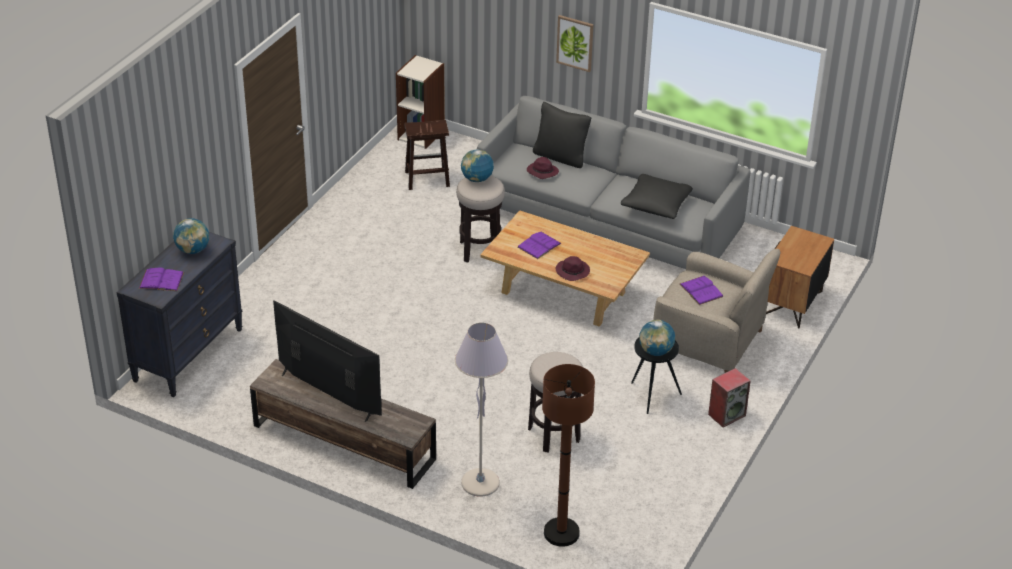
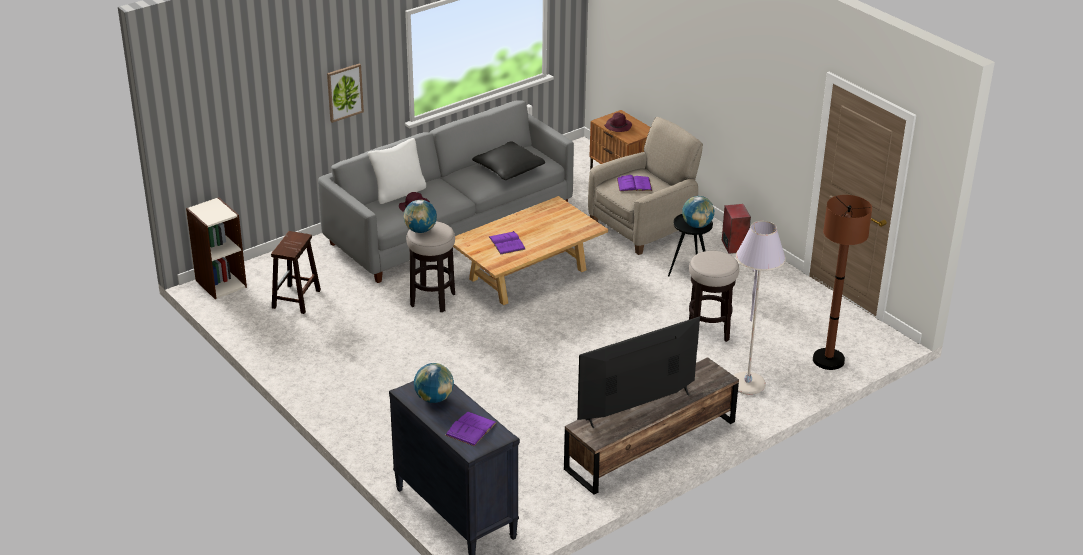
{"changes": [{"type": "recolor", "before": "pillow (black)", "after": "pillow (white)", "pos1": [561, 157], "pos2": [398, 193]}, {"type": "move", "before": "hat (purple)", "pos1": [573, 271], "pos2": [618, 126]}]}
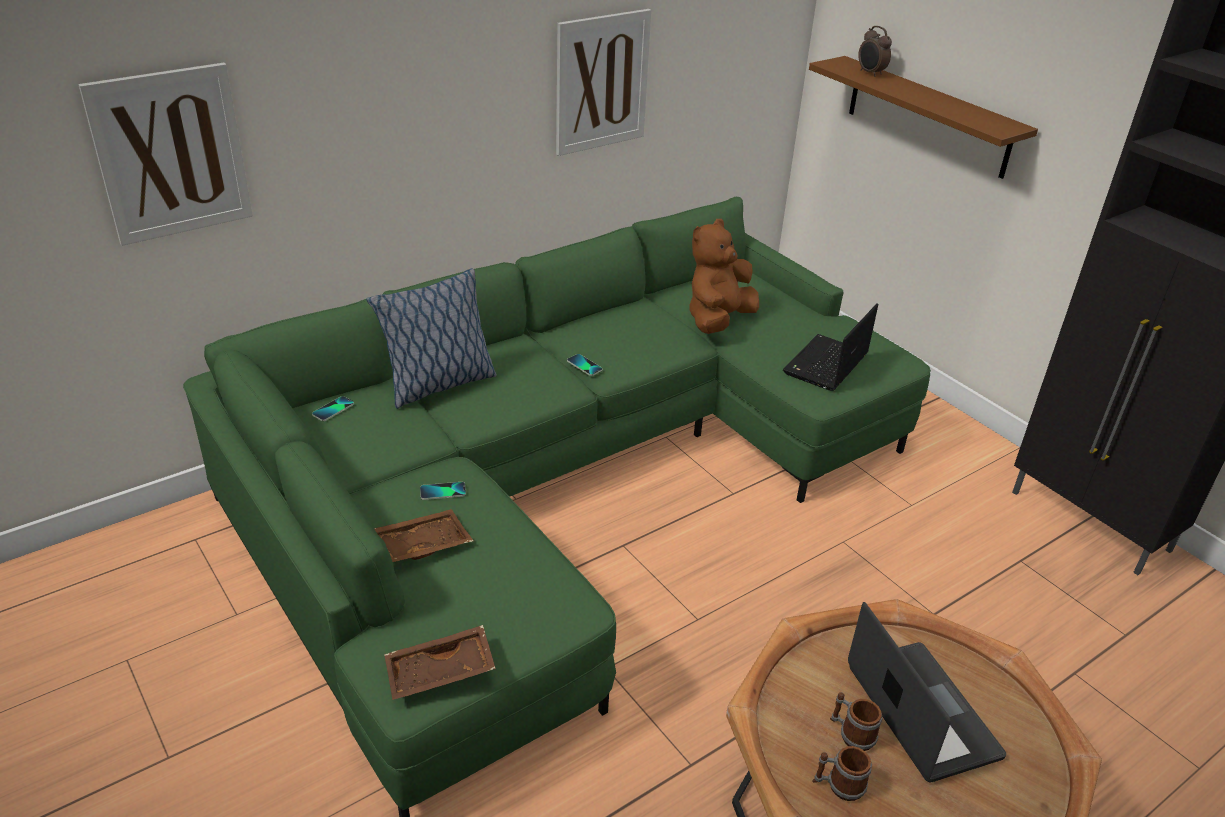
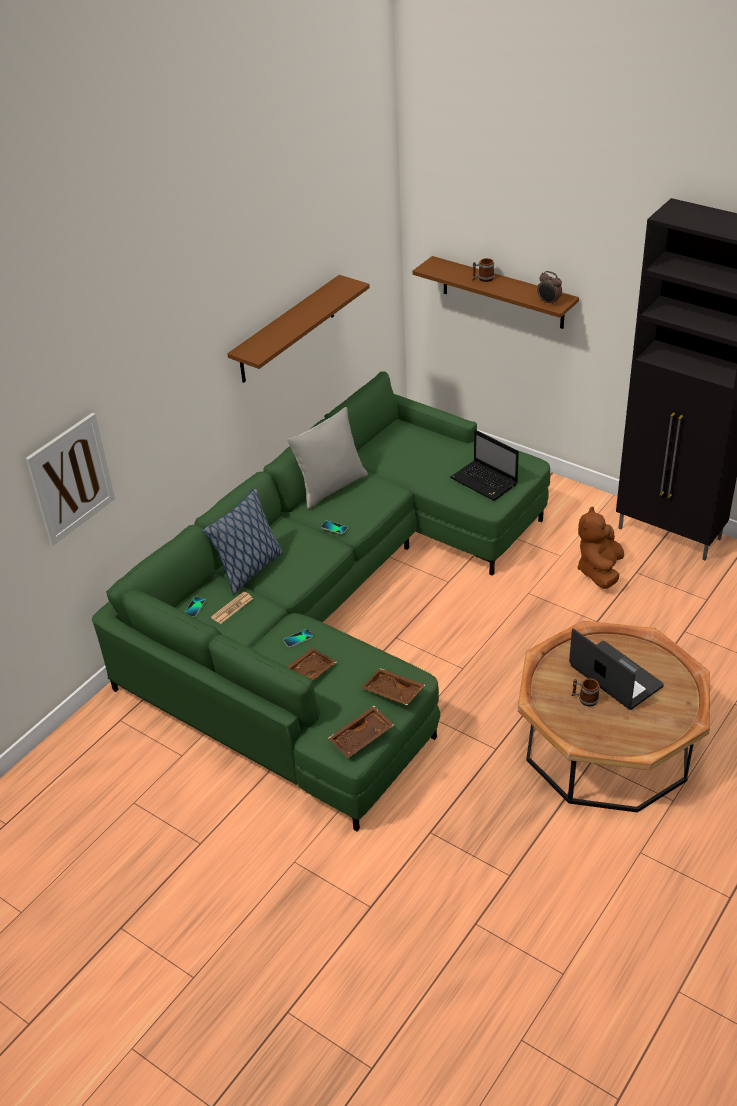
{"changes": [{"type": "replace", "before": "picture", "after": "shelf (brown)", "pos1": [601, 82], "pos2": [287, 330]}, {"type": "move", "before": "alarm clock", "pos1": [870, 73], "pos2": [548, 302]}, {"type": "move", "before": "plush toy (brown)", "pos1": [718, 320], "pos2": [599, 571]}, {"type": "rotate", "before": "laptop", "pos1": [825, 365], "pos2": [485, 482], "turn": -60}, {"type": "move", "before": "mug", "pos1": [838, 785], "pos2": [483, 279]}, {"type": "insert", "after": "pillow (grey)", "pos2": [330, 487]}, {"type": "insert", "after": "newspaper", "pos2": [232, 608]}, {"type": "insert", "after": "tray (brown)", "pos2": [392, 693]}]}
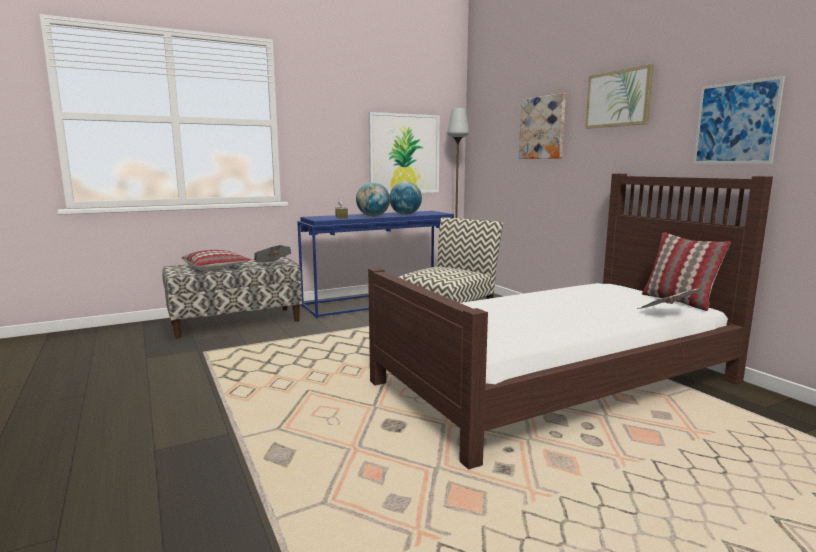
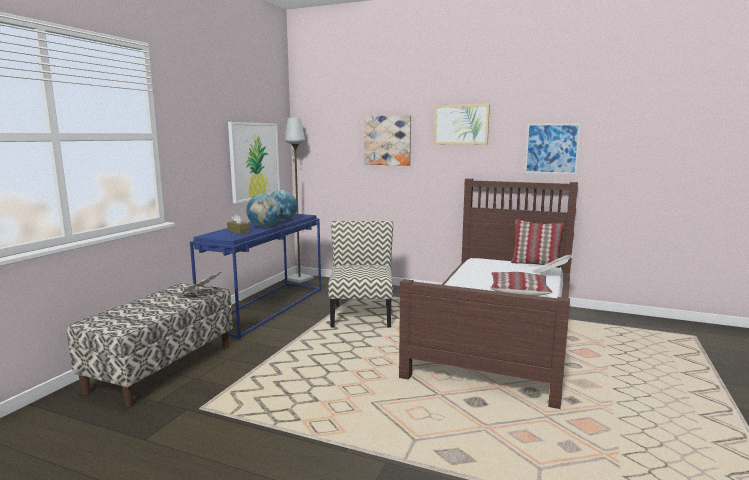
{"changes": [{"type": "move", "before": "pillow", "pos1": [216, 267], "pos2": [518, 291]}]}
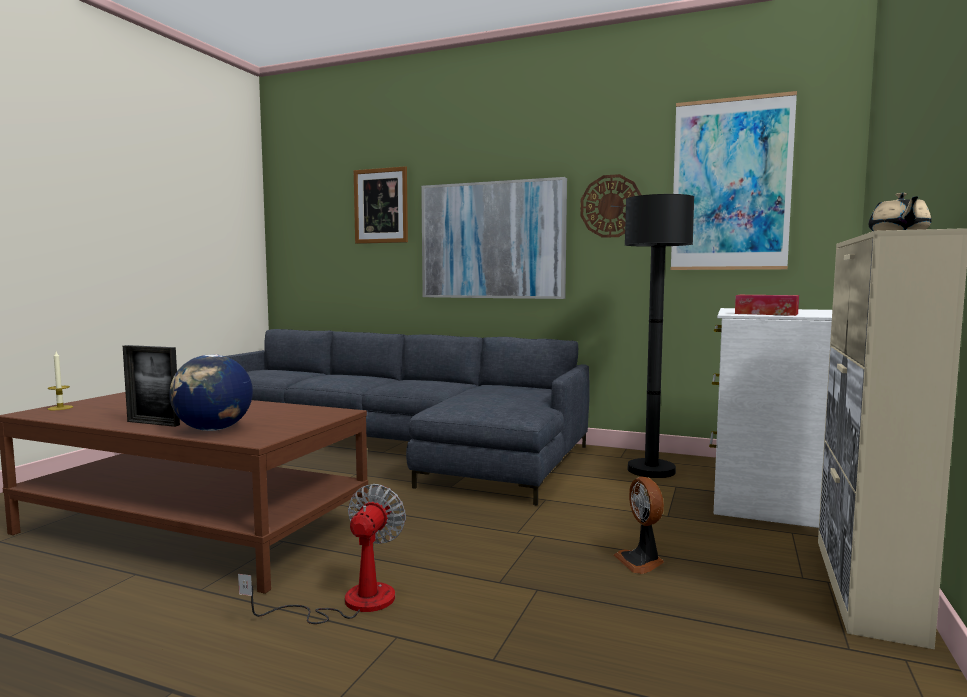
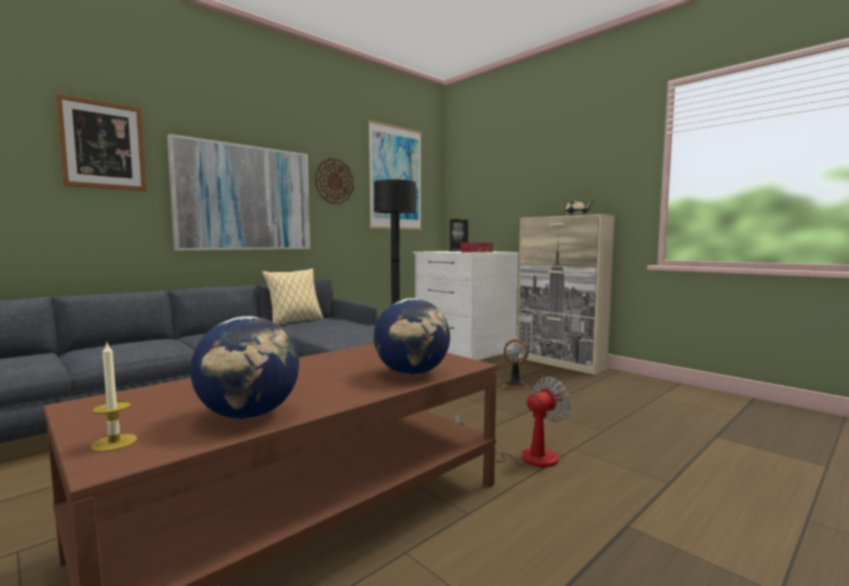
{"changes": [{"type": "move", "before": "picture frame", "pos1": [153, 423], "pos2": [458, 251]}, {"type": "rotate", "before": "fan", "pos1": [350, 603], "pos2": [525, 456], "turn": 105}, {"type": "insert", "after": "pillow", "pos2": [295, 322]}, {"type": "insert", "after": "globe", "pos2": [249, 415]}]}
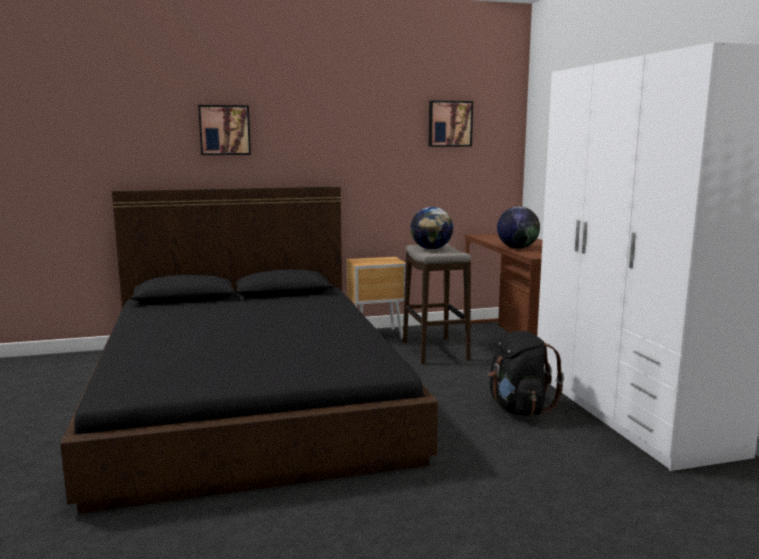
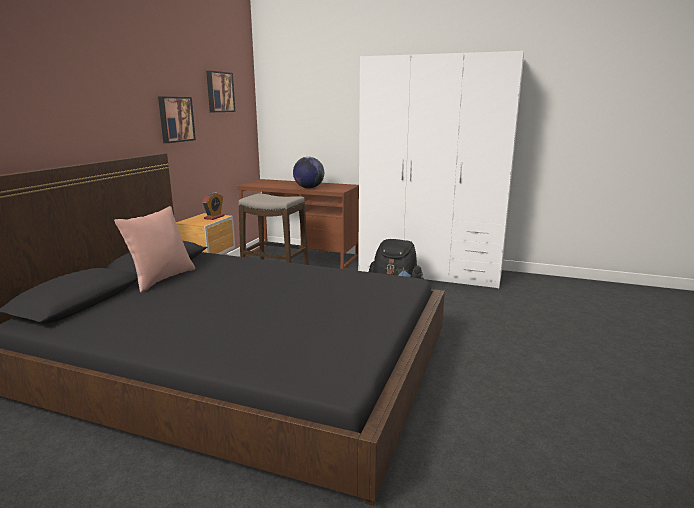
{"changes": [{"type": "move", "before": "picture", "pos1": [224, 130], "pos2": [175, 119]}, {"type": "delete", "before": "globe", "pos1": [431, 249]}, {"type": "insert", "after": "alarm clock", "pos2": [214, 217]}, {"type": "insert", "after": "pillow (pink)", "pos2": [161, 279]}]}
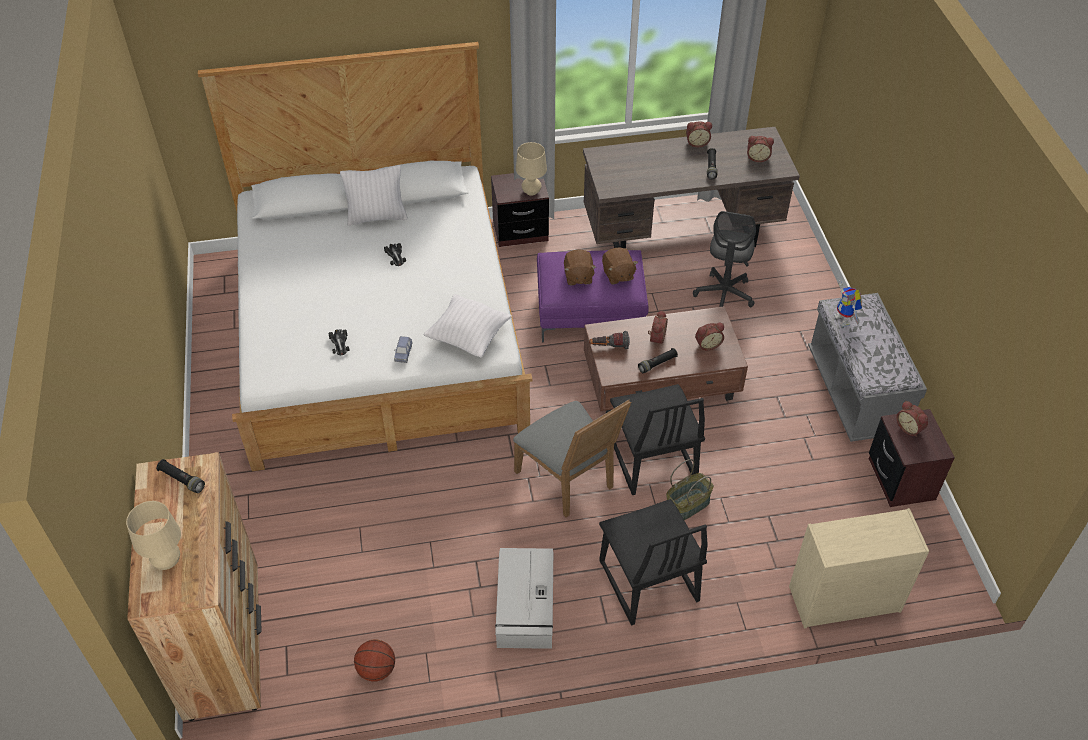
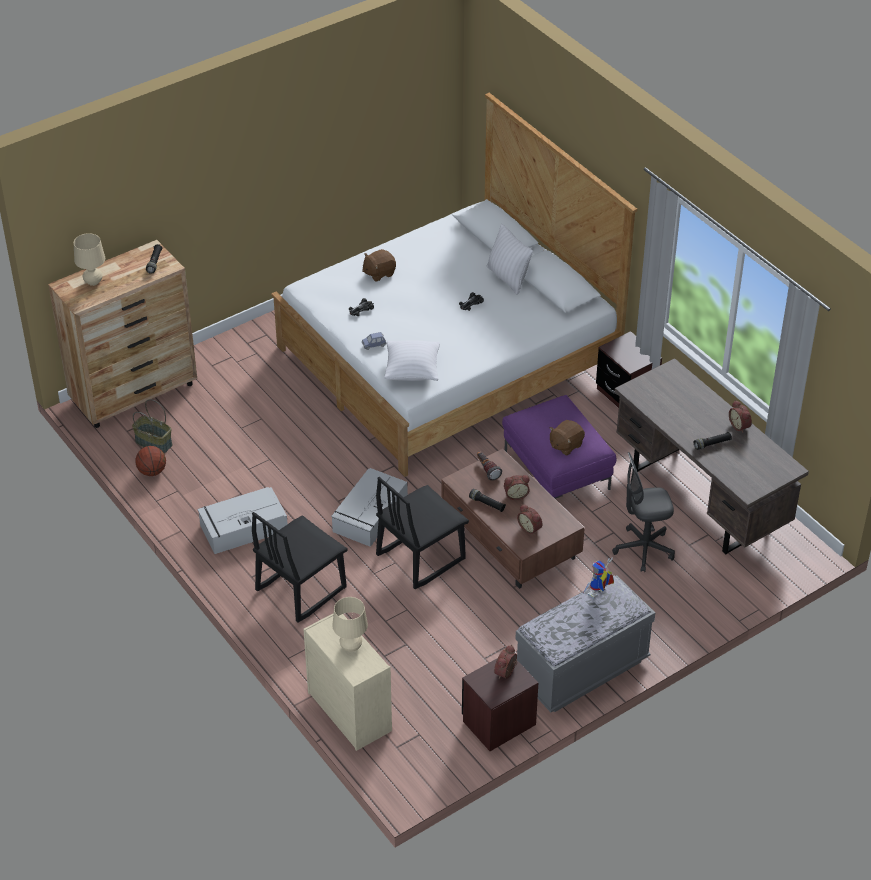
{"changes": [{"type": "delete", "before": "alarm clock", "pos1": [758, 157]}, {"type": "move", "before": "table lamp (beige)", "pos1": [531, 192], "pos2": [351, 647]}, {"type": "move", "before": "plush toy (brown)", "pos1": [578, 277], "pos2": [379, 273]}, {"type": "replace", "before": "chair (grey)", "after": "storage box (grey)", "pos1": [569, 481], "pos2": [369, 515]}, {"type": "move", "before": "basket", "pos1": [687, 505], "pos2": [154, 443]}]}
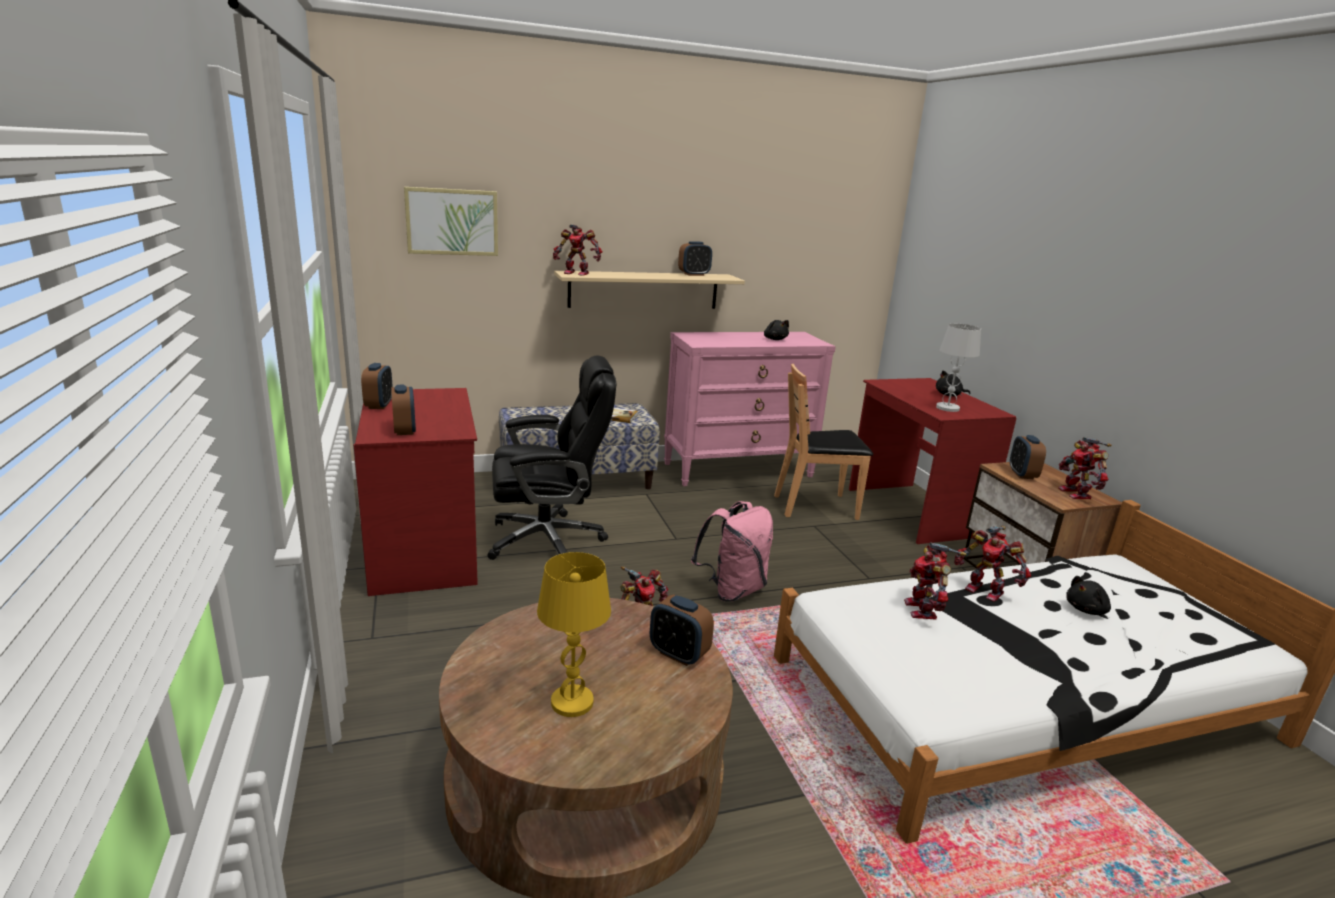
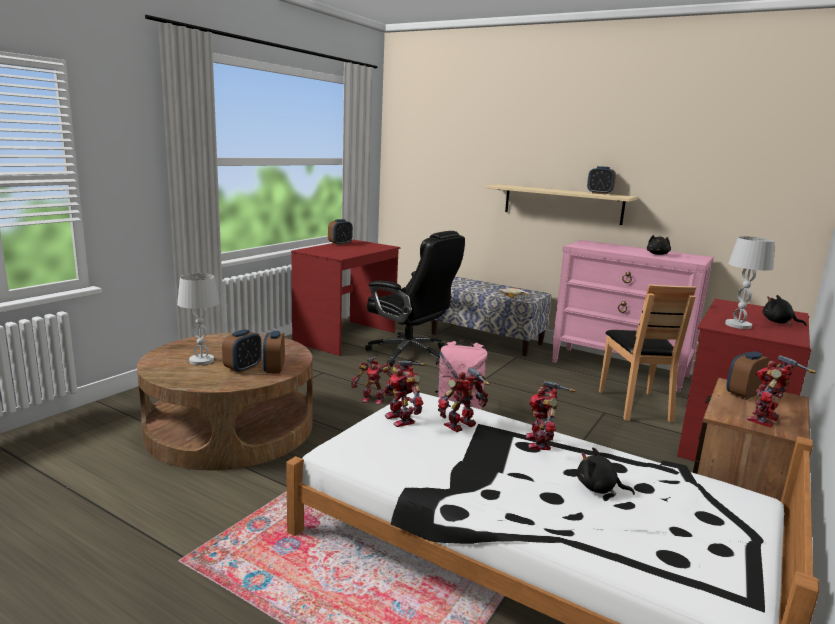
{"changes": [{"type": "delete", "before": "picture", "pos1": [452, 222]}, {"type": "move", "before": "toy robot", "pos1": [576, 273], "pos2": [401, 419]}, {"type": "rotate", "before": "chair (brown)", "pos1": [816, 506], "pos2": [635, 405], "turn": -135}, {"type": "move", "before": "alarm clock", "pos1": [405, 430], "pos2": [243, 368]}, {"type": "recolor", "before": "table lamp (yellow)", "after": "table lamp (white)", "pos1": [572, 702], "pos2": [202, 360]}]}
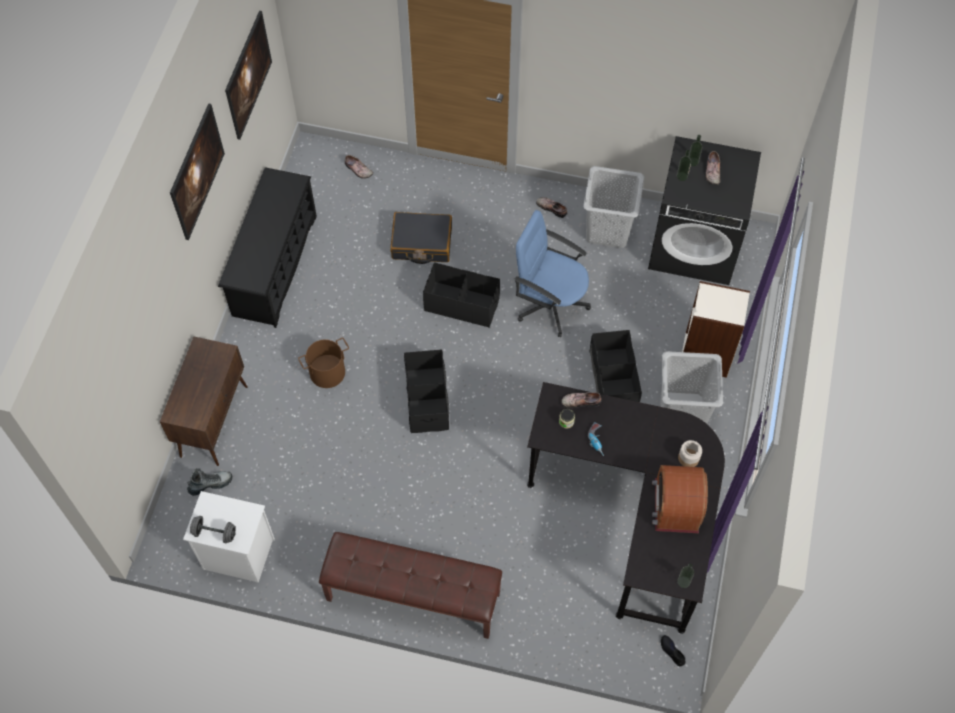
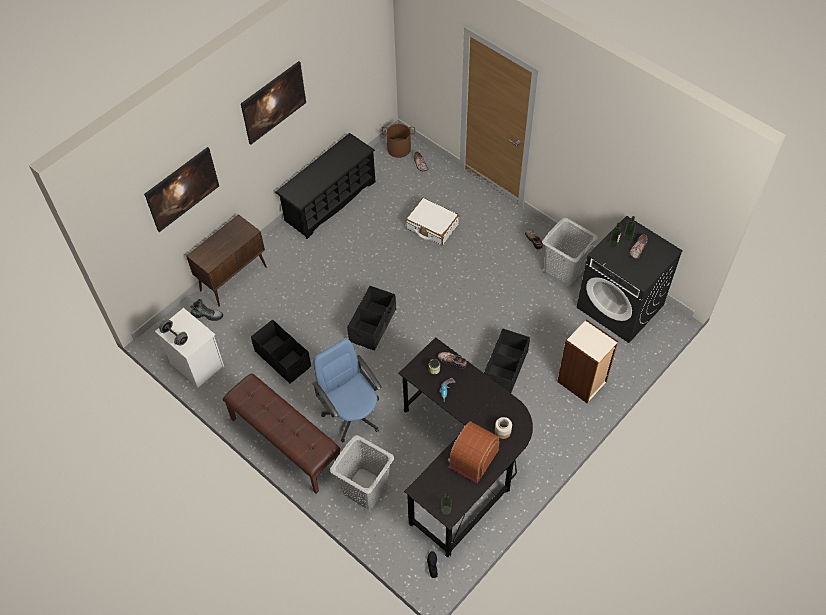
{"changes": [{"type": "move", "before": "picture", "pos1": [251, 87], "pos2": [185, 198]}, {"type": "move", "before": "office chair (blue)", "pos1": [550, 304], "pos2": [352, 414]}, {"type": "recolor", "before": "suitcase (black)", "after": "suitcase (white)", "pos1": [421, 243], "pos2": [432, 226]}, {"type": "move", "before": "storage box (black)", "pos1": [462, 304], "pos2": [283, 358]}, {"type": "move", "before": "bucket (brown)", "pos1": [327, 372], "pos2": [399, 149]}, {"type": "move", "before": "laundry basket (grey)", "pos1": [682, 412], "pos2": [365, 488]}]}
